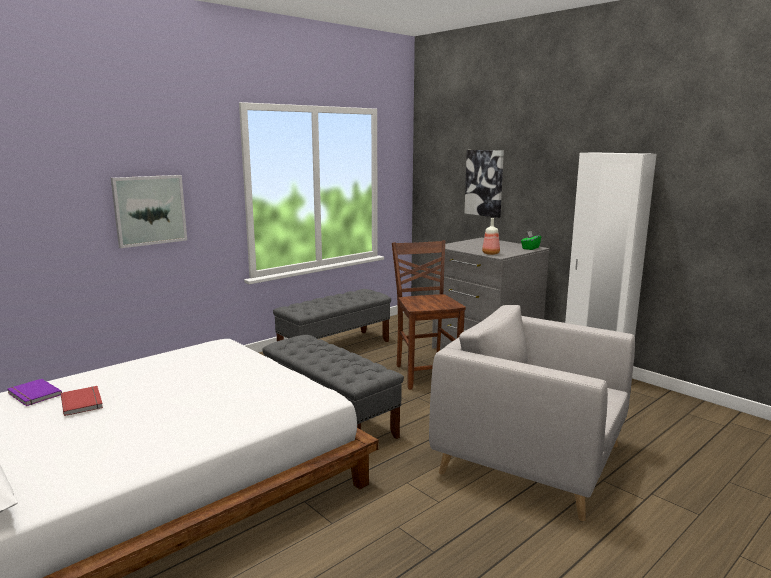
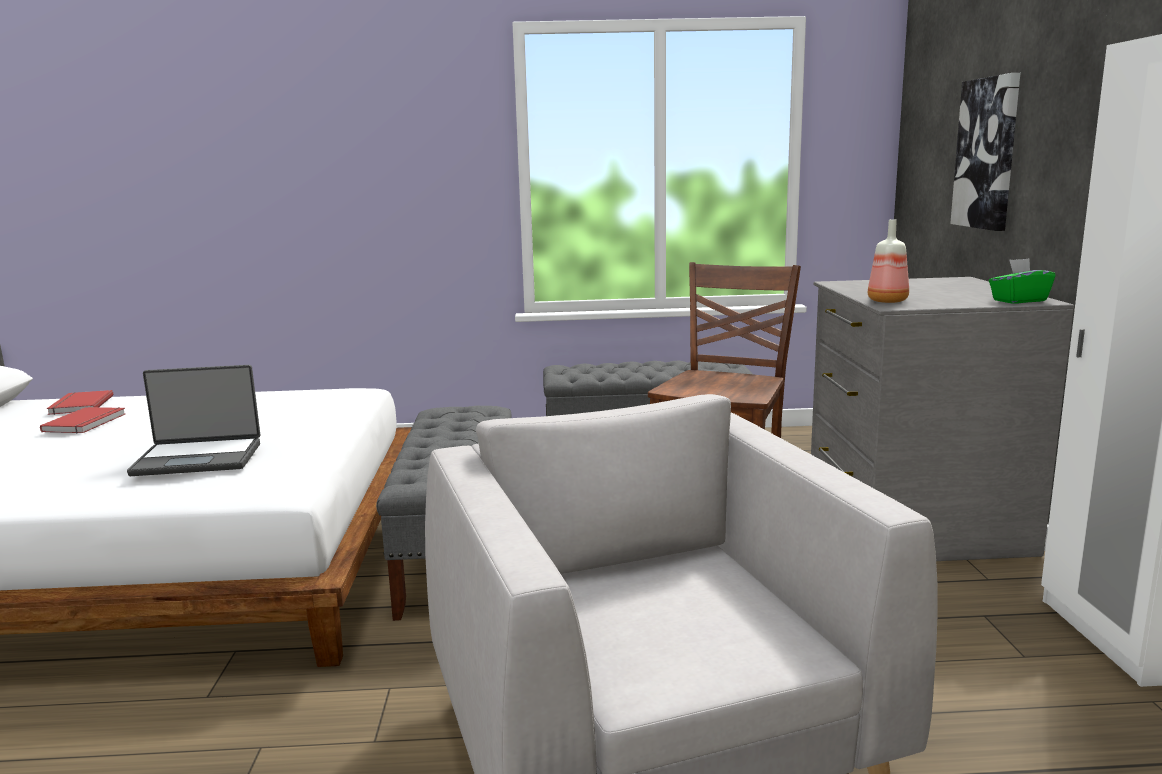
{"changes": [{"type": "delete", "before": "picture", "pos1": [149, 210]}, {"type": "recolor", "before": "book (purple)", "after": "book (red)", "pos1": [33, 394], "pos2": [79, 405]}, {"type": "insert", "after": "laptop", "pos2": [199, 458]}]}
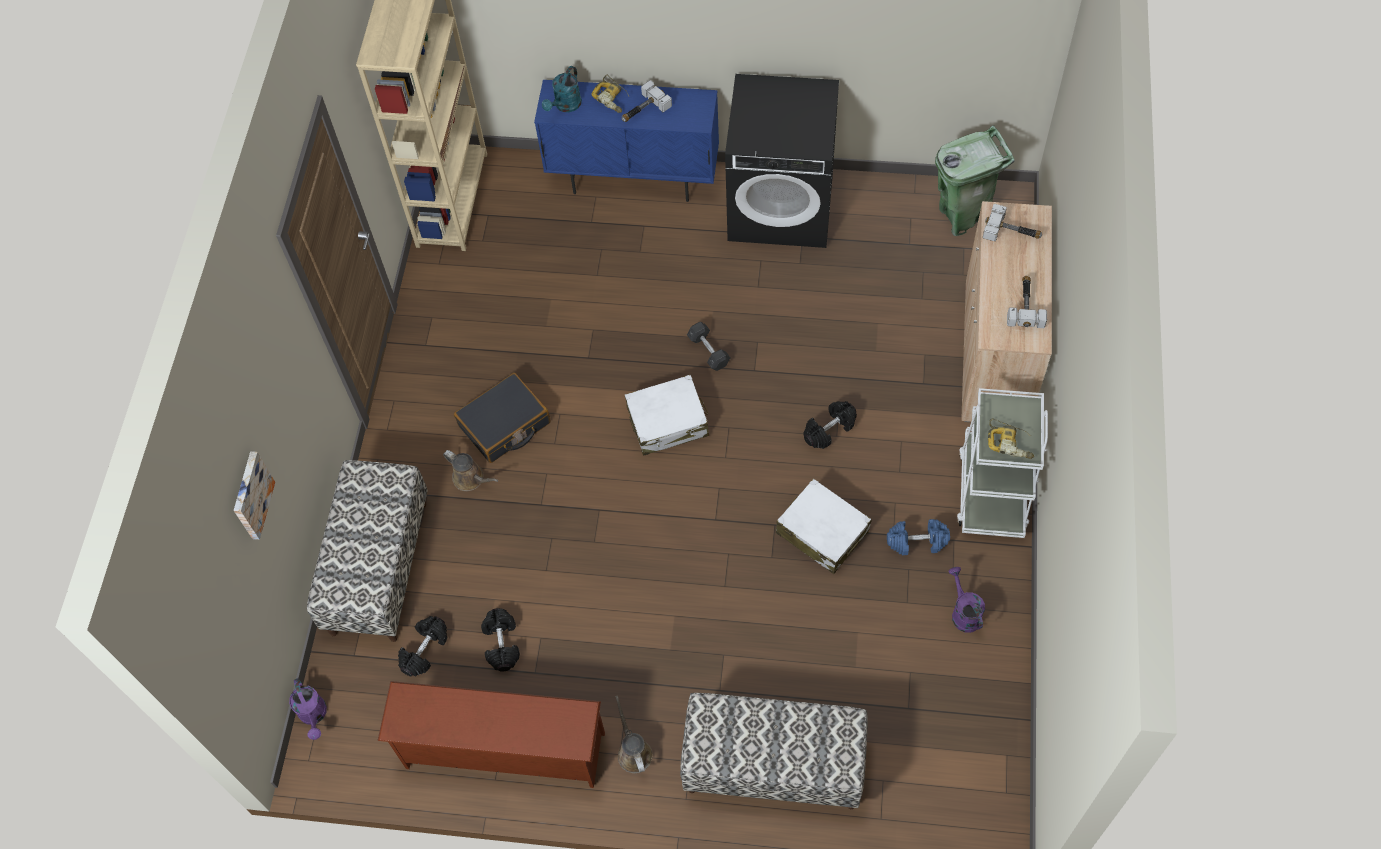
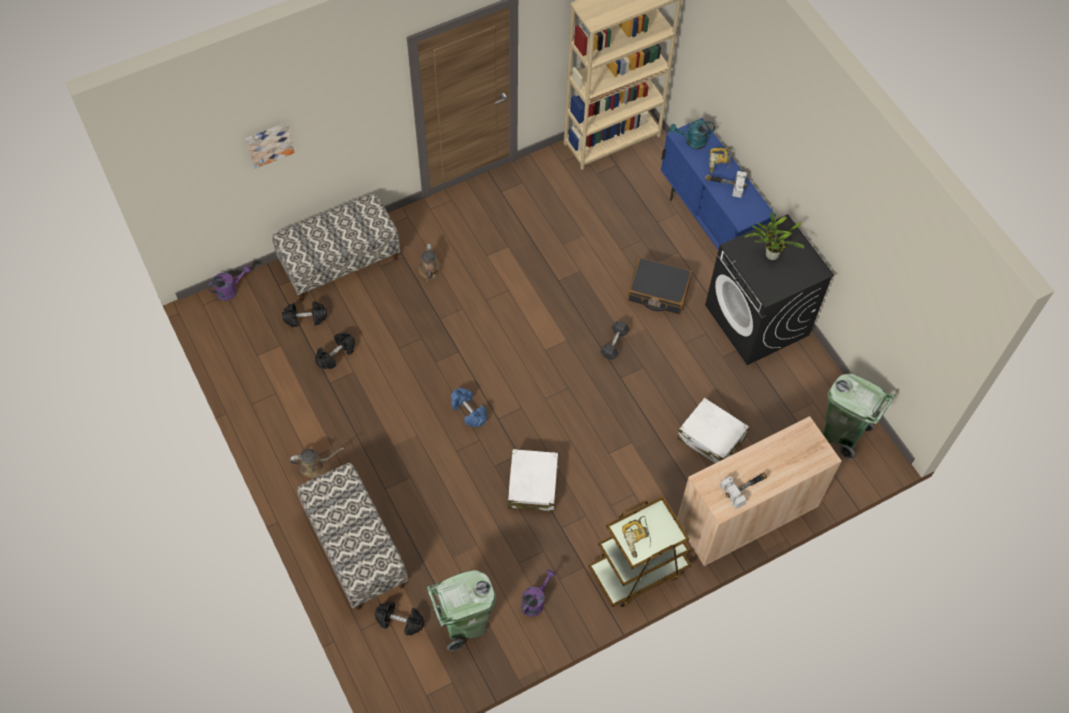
{"changes": [{"type": "delete", "before": "hammer", "pos1": [1012, 231]}, {"type": "move", "before": "suitcase (black)", "pos1": [504, 425], "pos2": [658, 291]}, {"type": "move", "before": "suitcase (white)", "pos1": [668, 422], "pos2": [711, 438]}, {"type": "recolor", "before": "cart (white)", "after": "cart (brown)", "pos1": [992, 490], "pos2": [638, 570]}, {"type": "move", "before": "dumbbell (black)", "pos1": [829, 429], "pos2": [400, 621]}, {"type": "move", "before": "dumbbell (blue)", "pos1": [917, 542], "pos2": [468, 411]}, {"type": "rotate", "before": "watering can (purple)", "pos1": [314, 715], "pos2": [230, 290], "turn": -150}, {"type": "delete", "before": "shoe rack (brown)", "pos1": [503, 752]}, {"type": "rotate", "before": "watering can (brown)", "pos1": [633, 752], "pos2": [315, 466], "turn": 45}, {"type": "insert", "after": "potted plant", "pos2": [769, 254]}, {"type": "insert", "after": "trash can (green)", "pos2": [463, 623]}]}
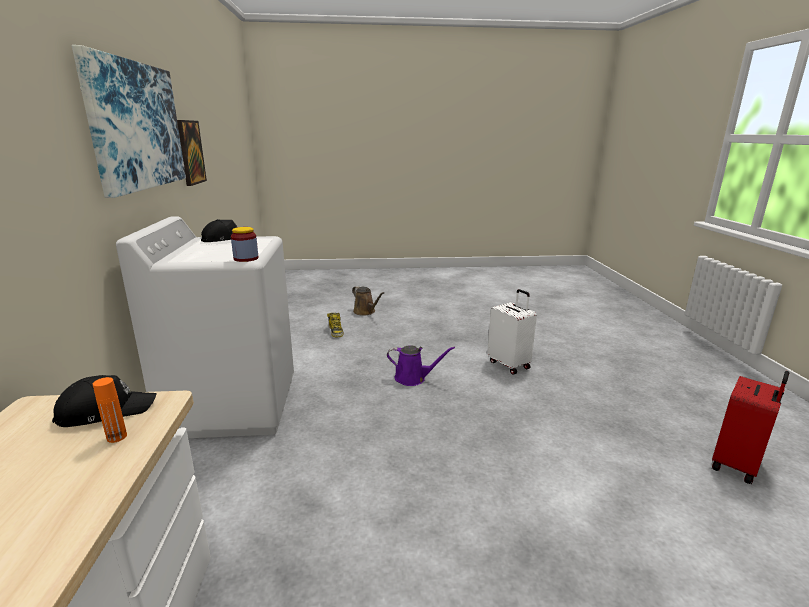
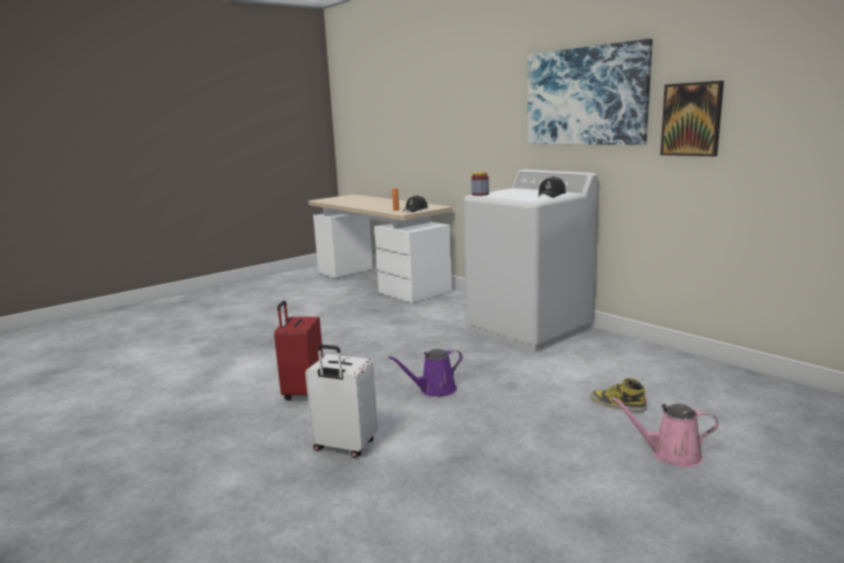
{"changes": [{"type": "recolor", "before": "watering can (brown)", "after": "watering can (pink)", "pos1": [365, 312], "pos2": [671, 454]}, {"type": "move", "before": "suitcase (red)", "pos1": [737, 465], "pos2": [303, 393]}]}
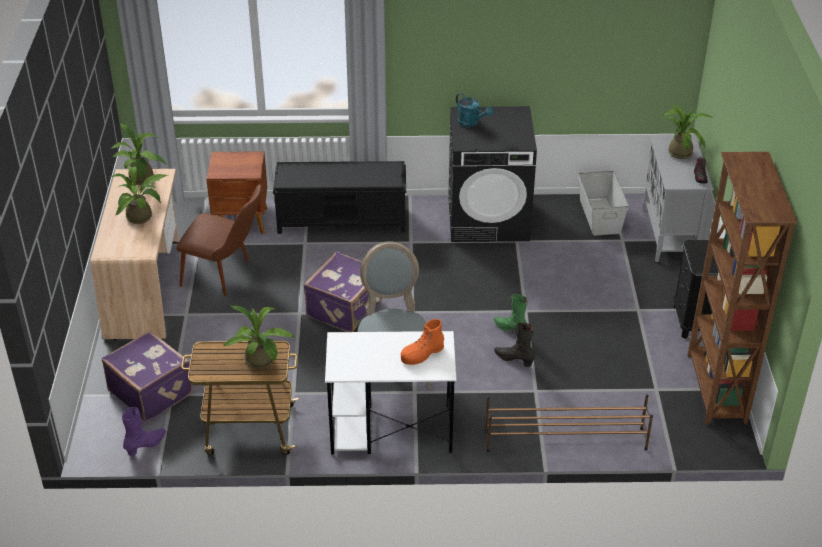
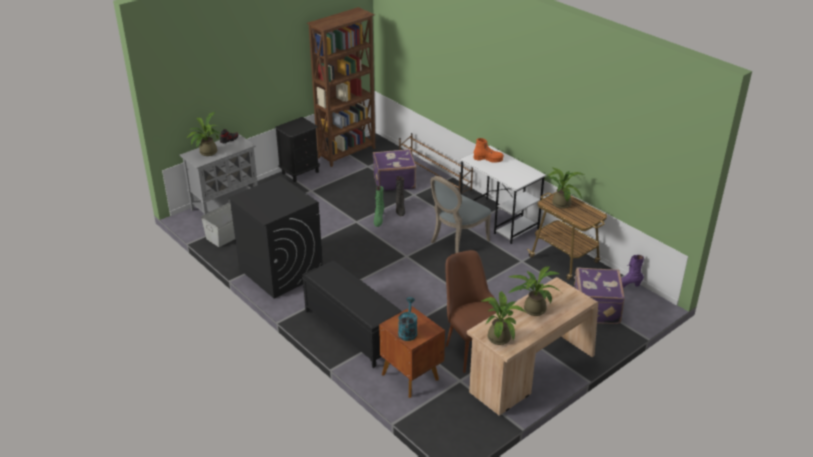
{"changes": [{"type": "move", "before": "watering can (turquoise)", "pos1": [471, 123], "pos2": [407, 331]}, {"type": "move", "before": "suitcase (purple)", "pos1": [346, 309], "pos2": [393, 182]}]}
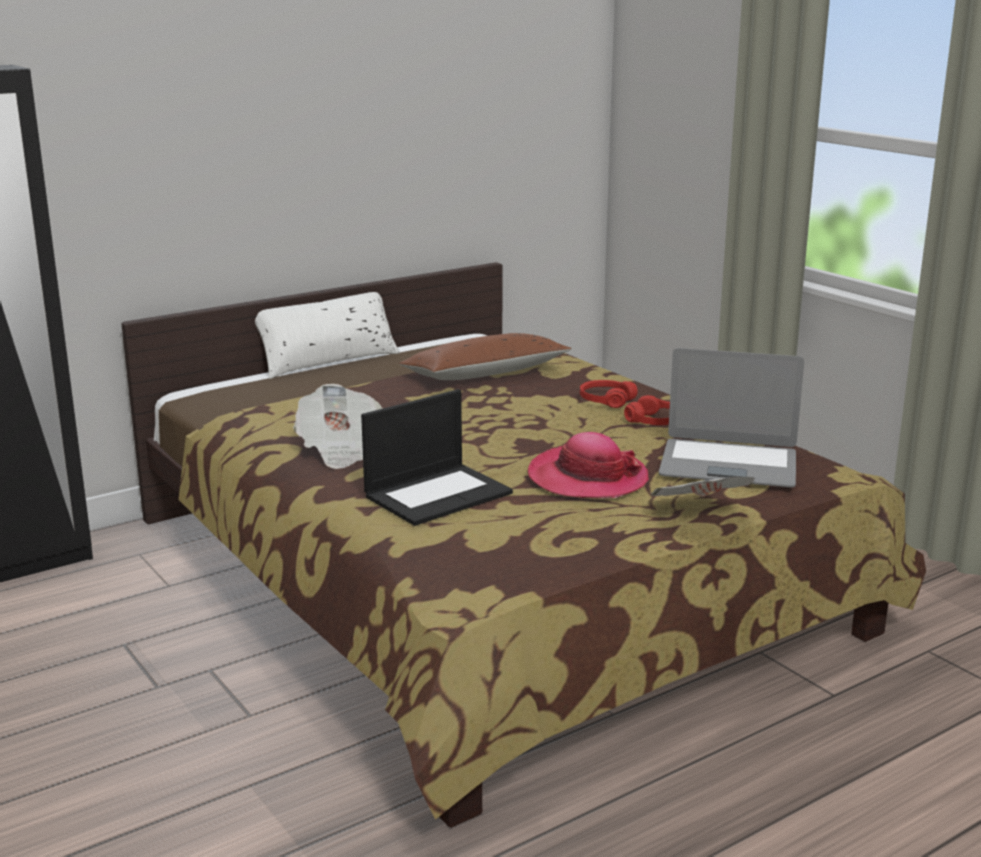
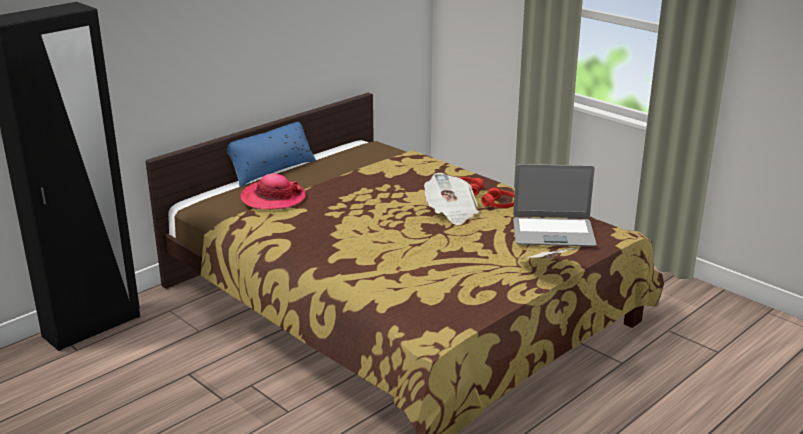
{"changes": [{"type": "recolor", "before": "pillow (white)", "after": "pillow (blue)", "pos1": [327, 361], "pos2": [271, 170]}, {"type": "delete", "before": "pillow (brown)", "pos1": [485, 374]}, {"type": "move", "before": "newspaper", "pos1": [341, 450], "pos2": [451, 212]}, {"type": "delete", "before": "laptop", "pos1": [438, 494]}, {"type": "move", "before": "hat", "pos1": [587, 478], "pos2": [273, 198]}]}
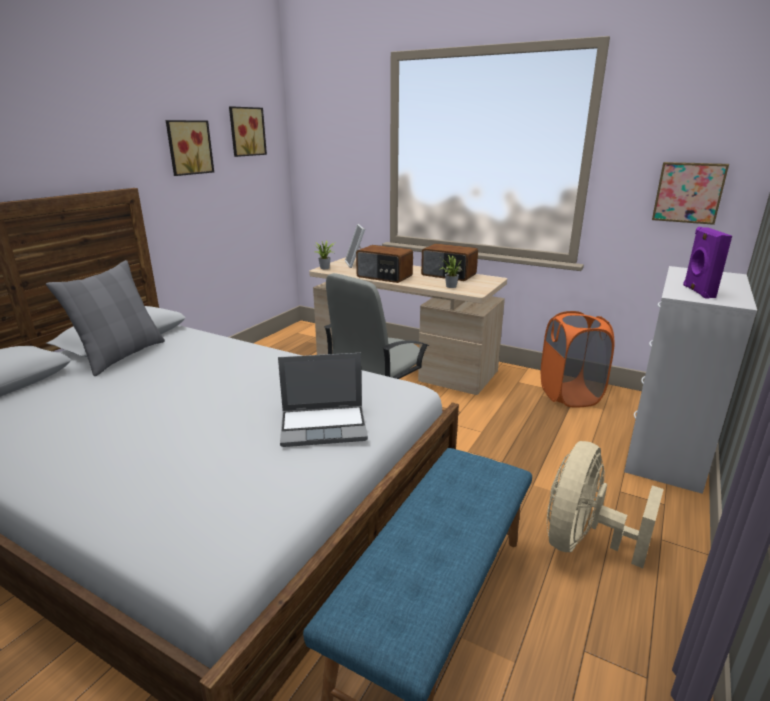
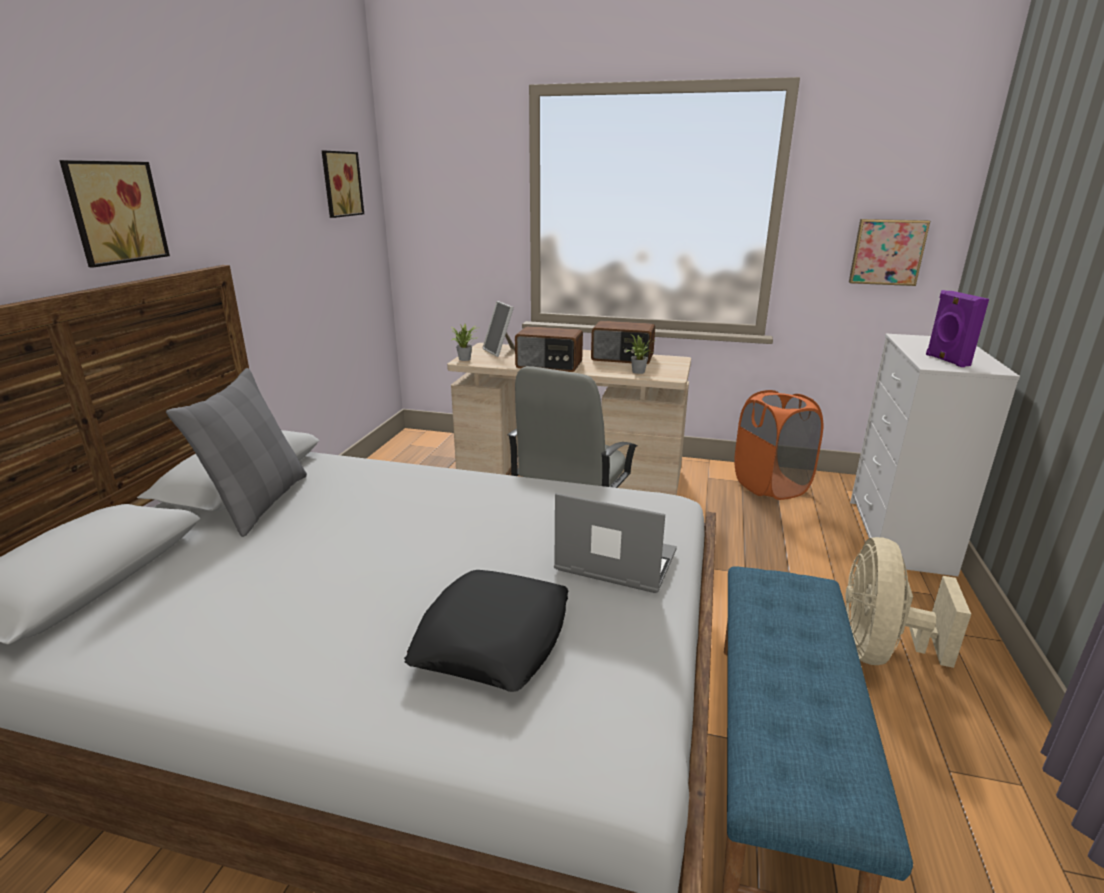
{"changes": [{"type": "move", "before": "picture", "pos1": [188, 147], "pos2": [113, 212]}, {"type": "rotate", "before": "laptop", "pos1": [324, 426], "pos2": [614, 562], "turn": -135}, {"type": "insert", "after": "pillow (black)", "pos2": [493, 638]}]}
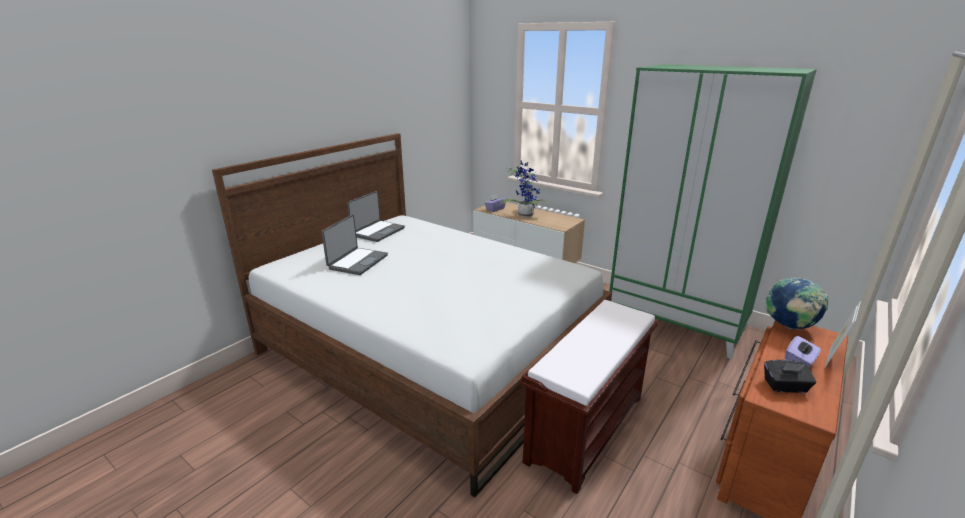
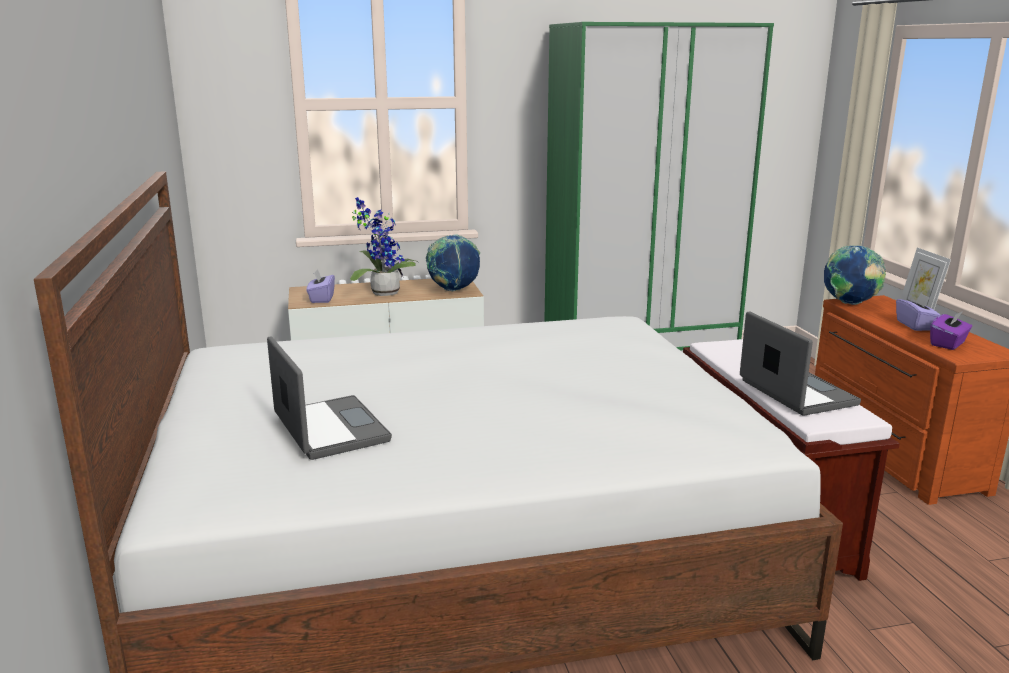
{"changes": [{"type": "move", "before": "laptop", "pos1": [377, 231], "pos2": [795, 393]}, {"type": "recolor", "before": "tissue box (black)", "after": "tissue box (purple)", "pos1": [785, 386], "pos2": [948, 344]}, {"type": "insert", "after": "globe", "pos2": [453, 290]}]}
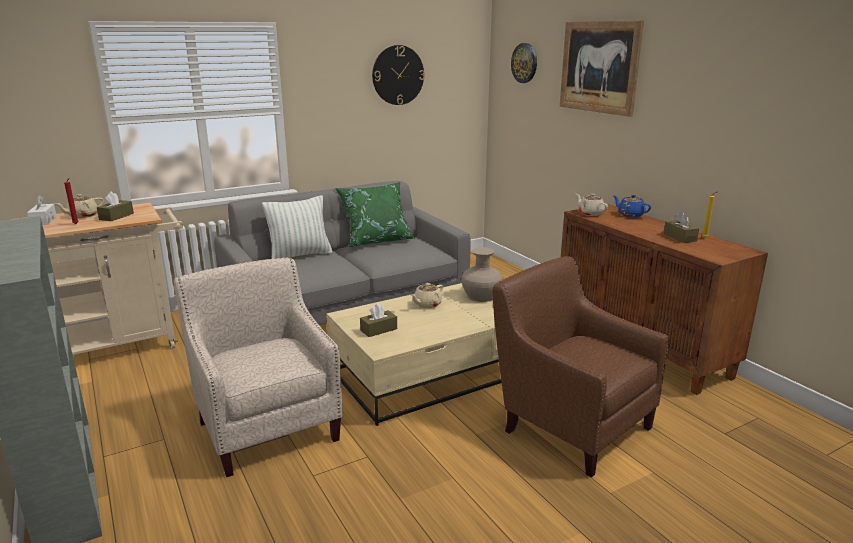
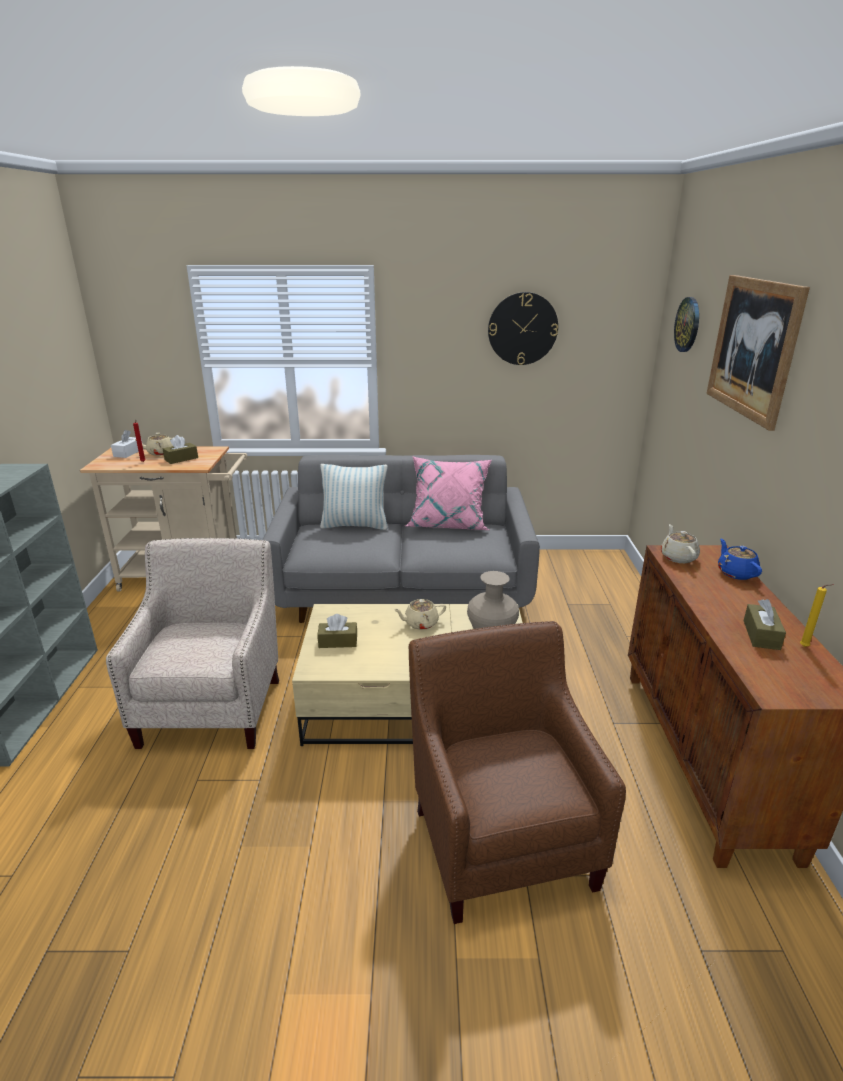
{"changes": [{"type": "recolor", "before": "pillow (green)", "after": "pillow (pink)", "pos1": [376, 240], "pos2": [448, 523]}]}
